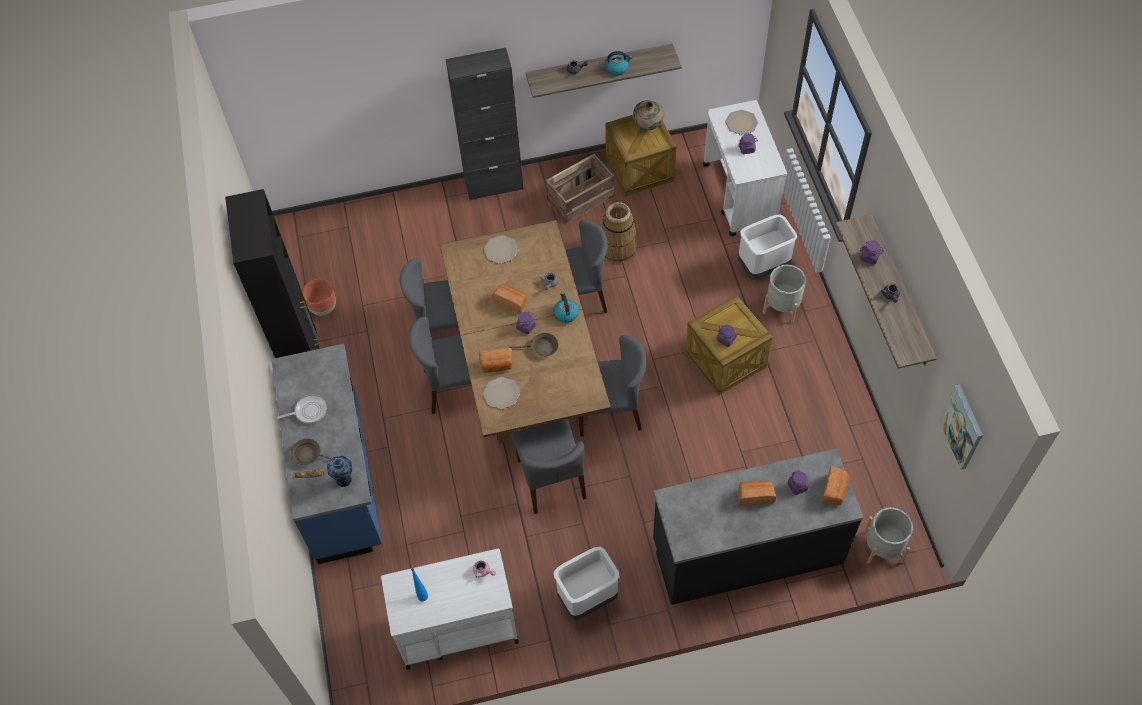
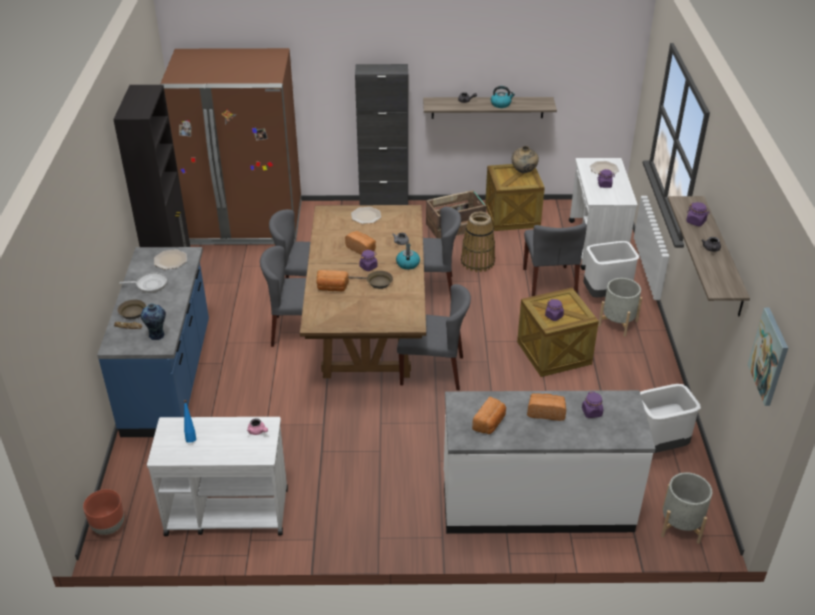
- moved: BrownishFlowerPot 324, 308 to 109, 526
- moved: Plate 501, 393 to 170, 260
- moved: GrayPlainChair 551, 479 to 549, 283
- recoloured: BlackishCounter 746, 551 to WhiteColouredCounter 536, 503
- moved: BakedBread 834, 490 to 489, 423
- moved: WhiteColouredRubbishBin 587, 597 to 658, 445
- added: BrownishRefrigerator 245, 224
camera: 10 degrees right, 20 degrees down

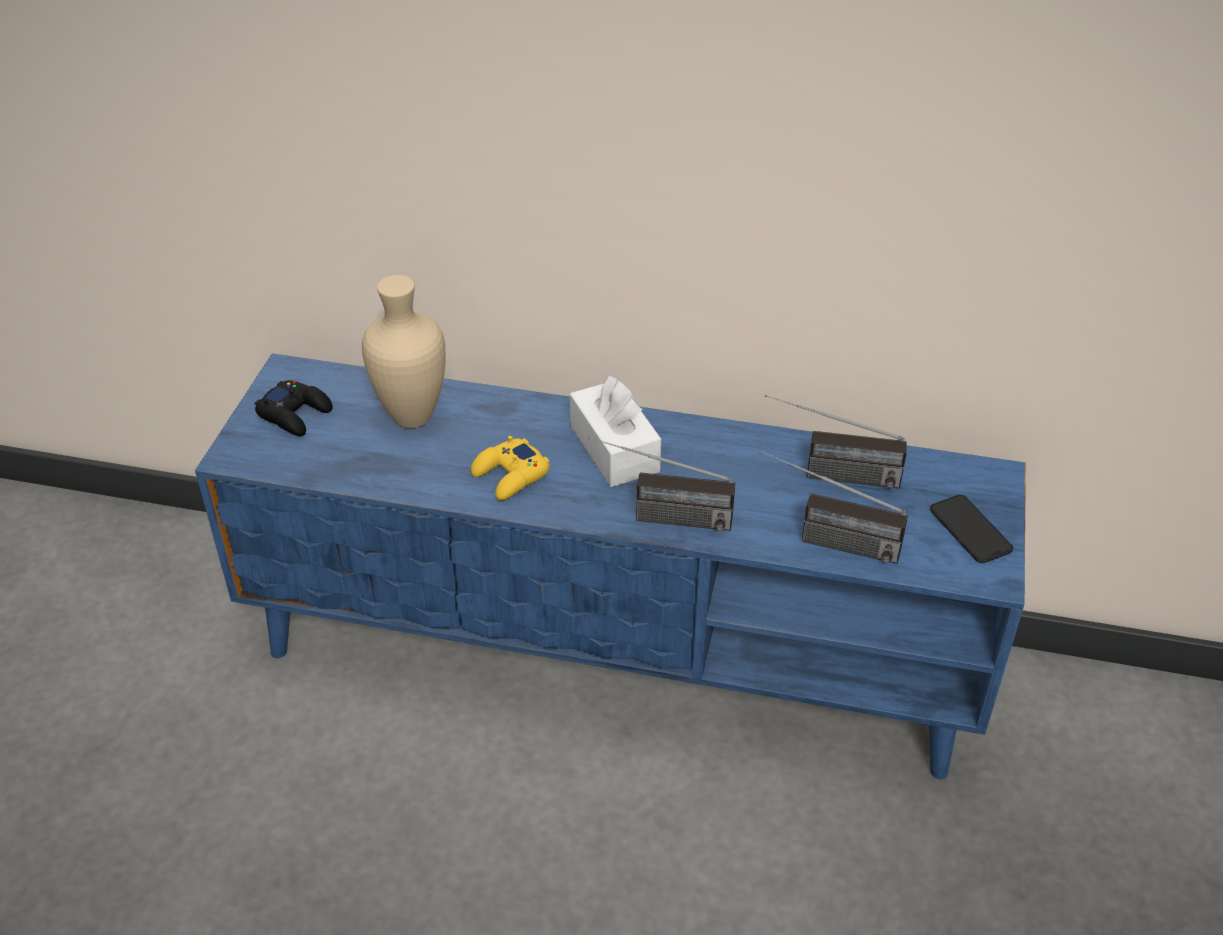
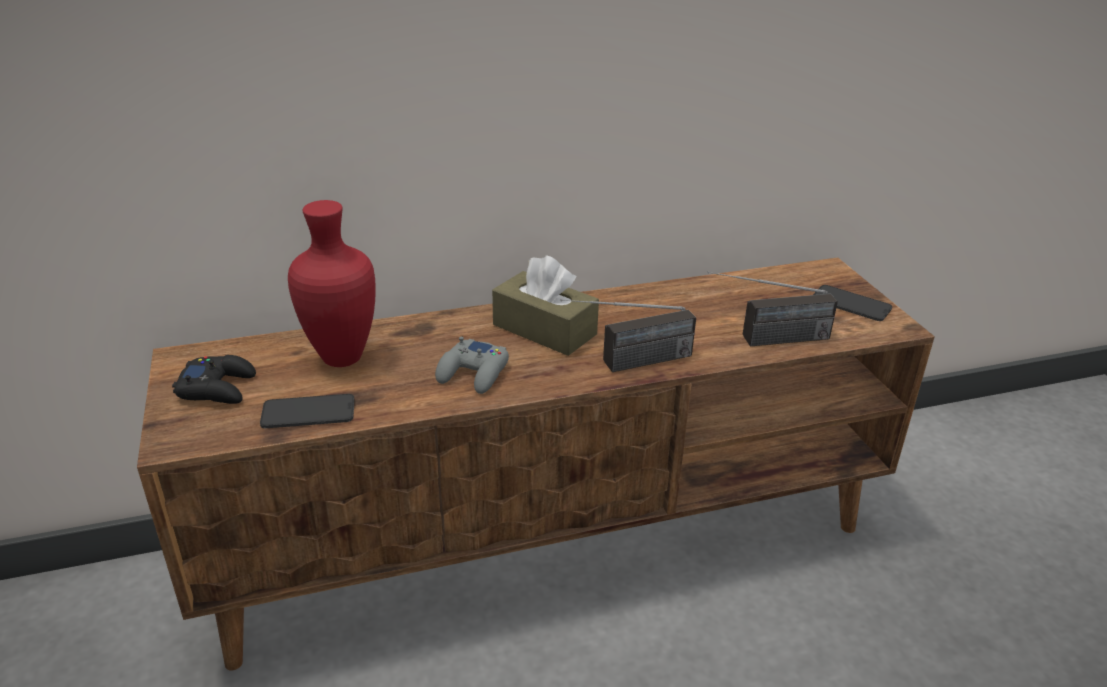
- recoloured: BeigeColouredDecorativeVase 410, 418 to RedDecorativeVase 340, 359
- recoloured: BluishTvUnit 615, 654 to BrownishTvUnit 551, 540
- recoloured: WhiteColouredBoxOfTissues 614, 449 to BrownishBoxOfTissues 544, 329
- removed: RadioReceiver 828, 474
- recoloured: YellowishJoypad 510, 476 to GrayJoypad 474, 373
- added: Handset 308, 412
camera: 30 degrees left, 10 degrees down

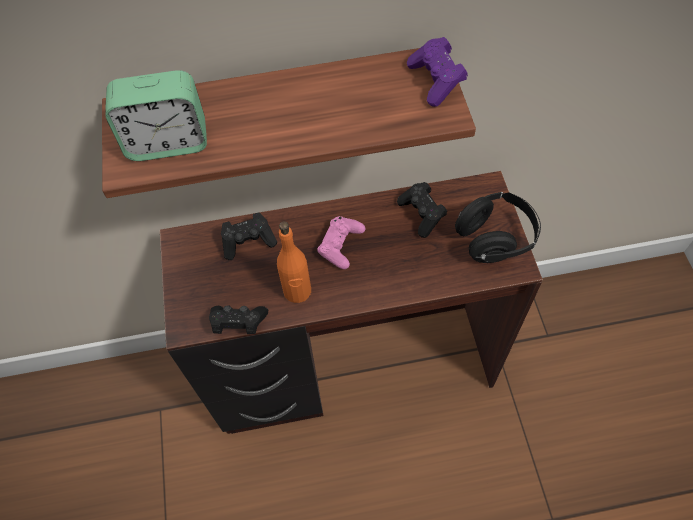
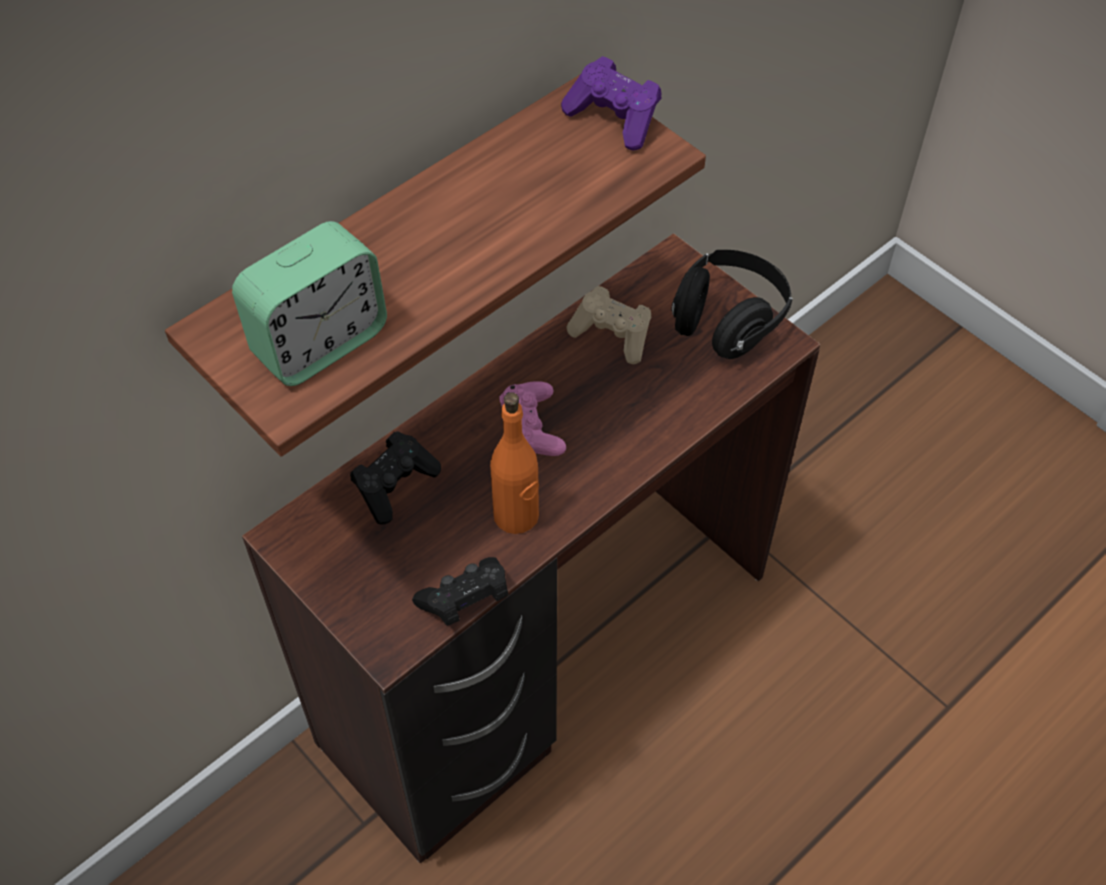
- recoloured: BlackishJoypad 422, 214 to BeigeColouredJoypad 612, 335
camera: 35 degrees left, 5 degrees down

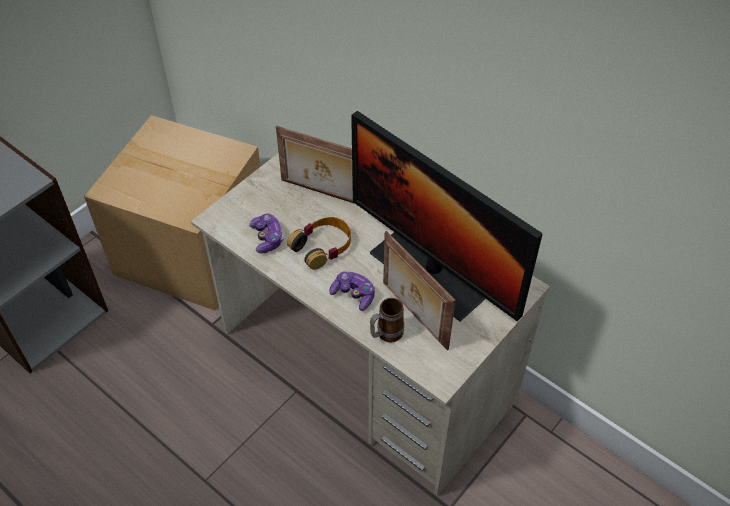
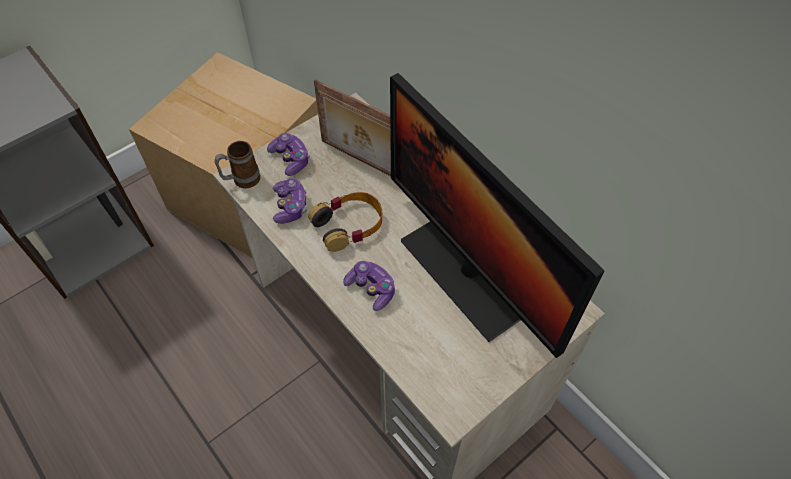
- removed: PictureFrame 413, 316
- moved: TeaMug 385, 335 to 241, 180
- added: Joypad 290, 159
camera: 10 degrees right, 5 degrees up

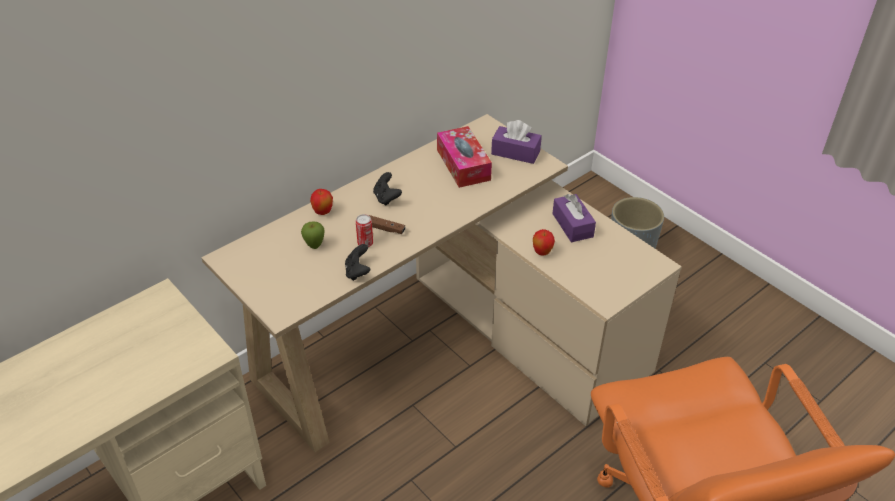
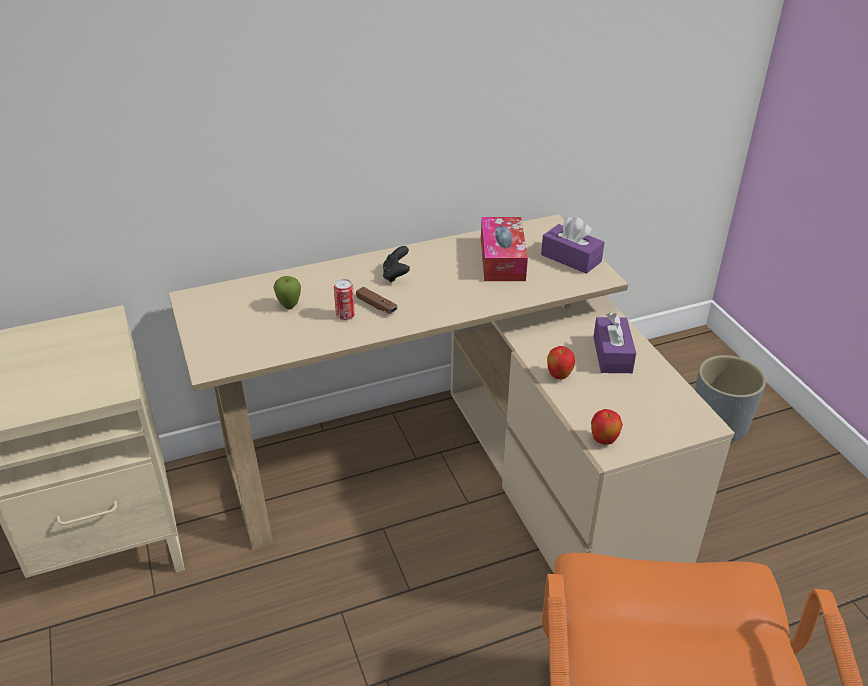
- moved: Apple 323, 212 to 603, 441
- removed: BlackishJoypad 358, 272
camera: 20 degrees right, 5 degrees down

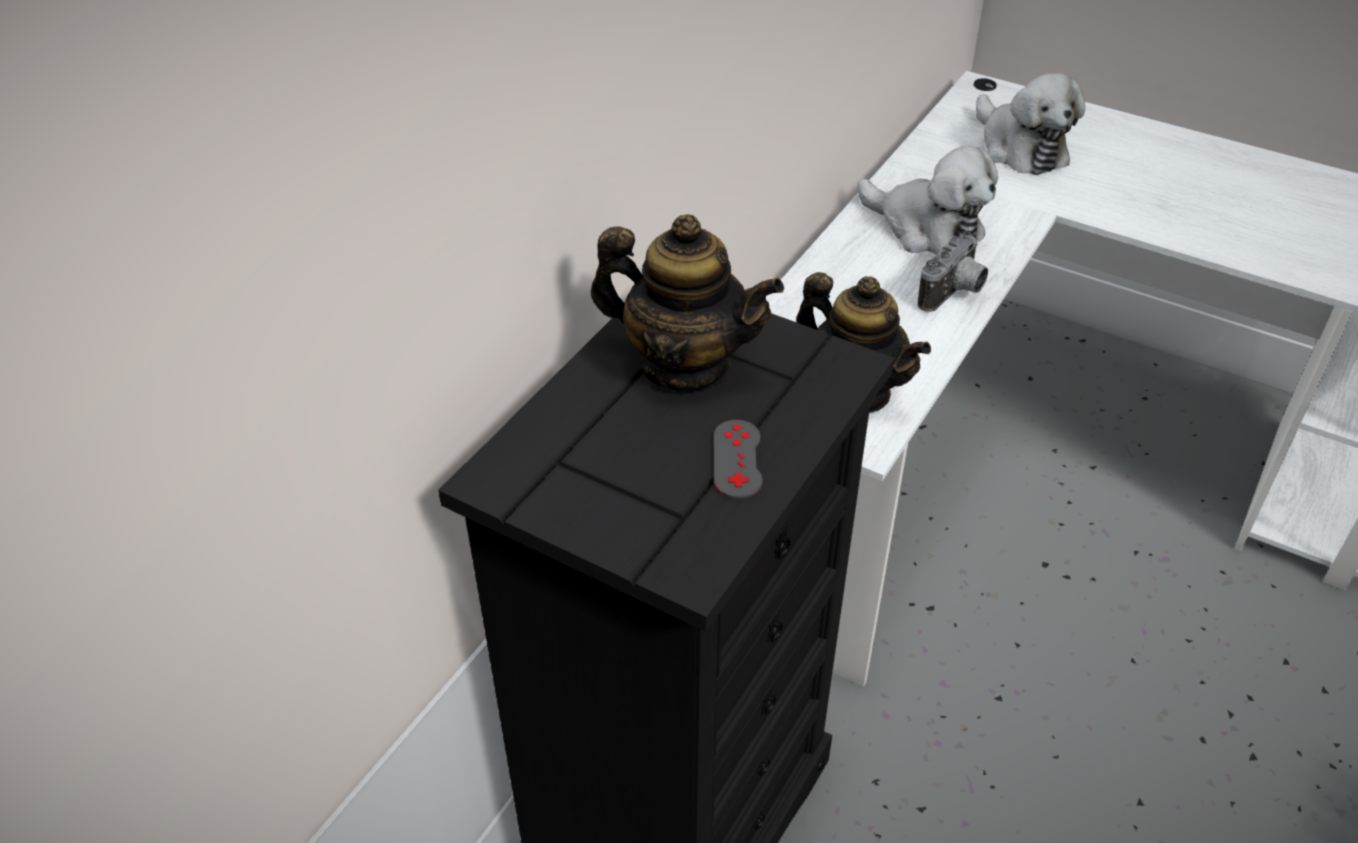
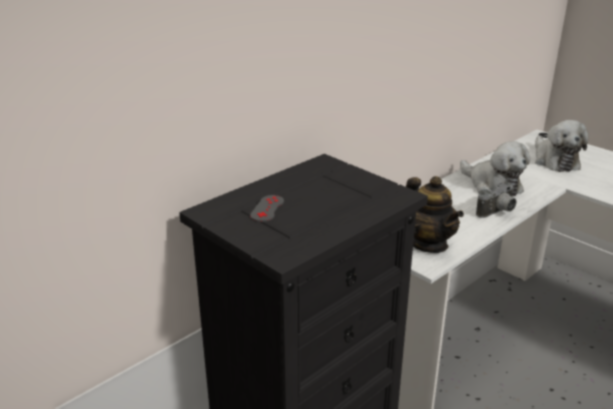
- removed: Teapot 684, 365
- moved: GrayJoypad 737, 459 to 267, 208
camera: 15 degrees right, 15 degrees down

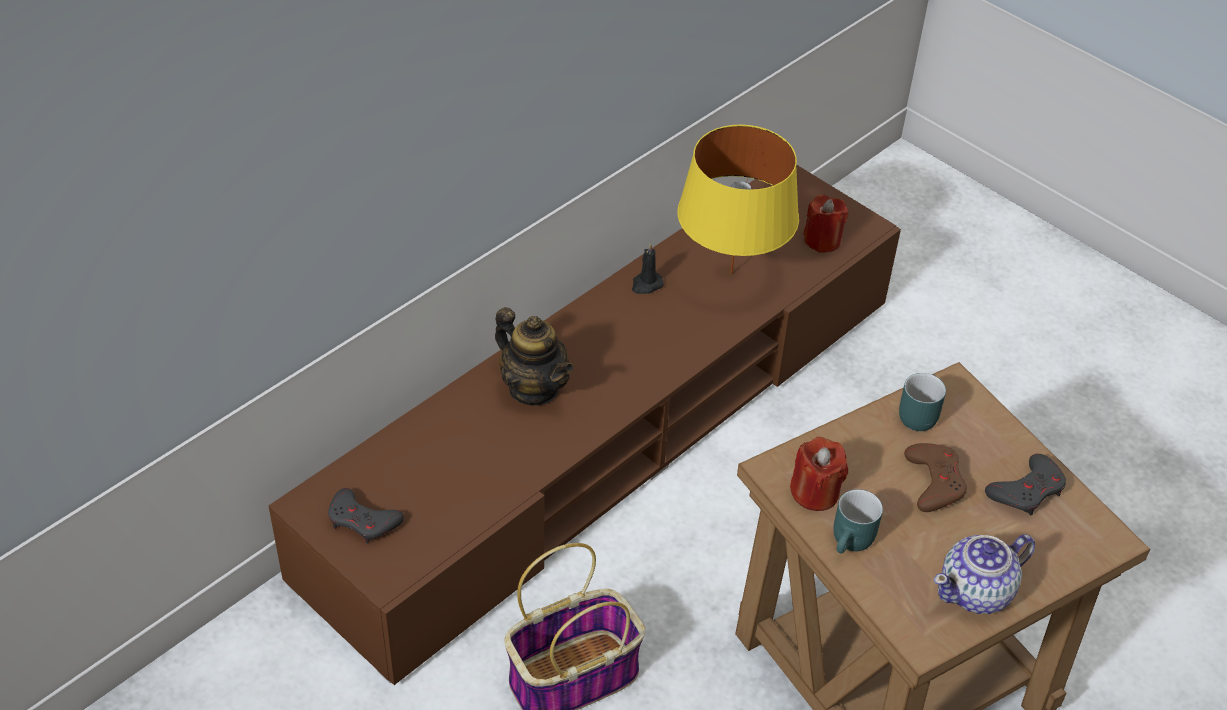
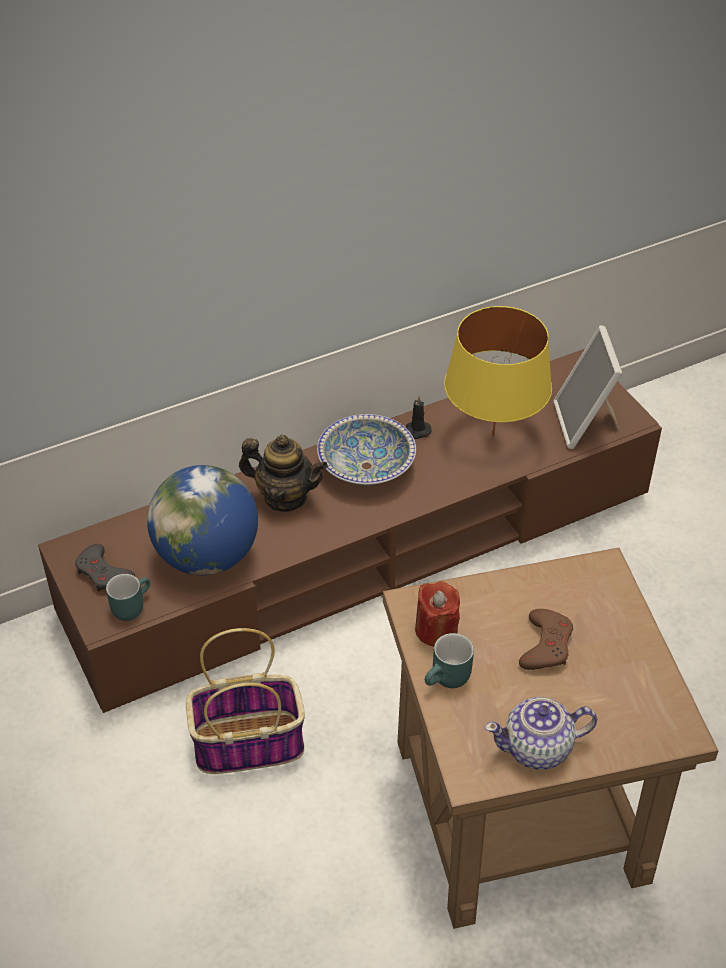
- replaced: RedCandle 822, 240 to PictureFrame 586, 424
- turned: Teapot 534, 388 = 285, 497 45 degrees counterclockwise
- moved: BlueGreenTeaMug 916, 413 to 130, 605
- removed: GrayJoypad 1027, 490
- added: Bowl 366, 466
- added: WorldGlobe 207, 556
camera: 20 degrees right, 0 degrees up

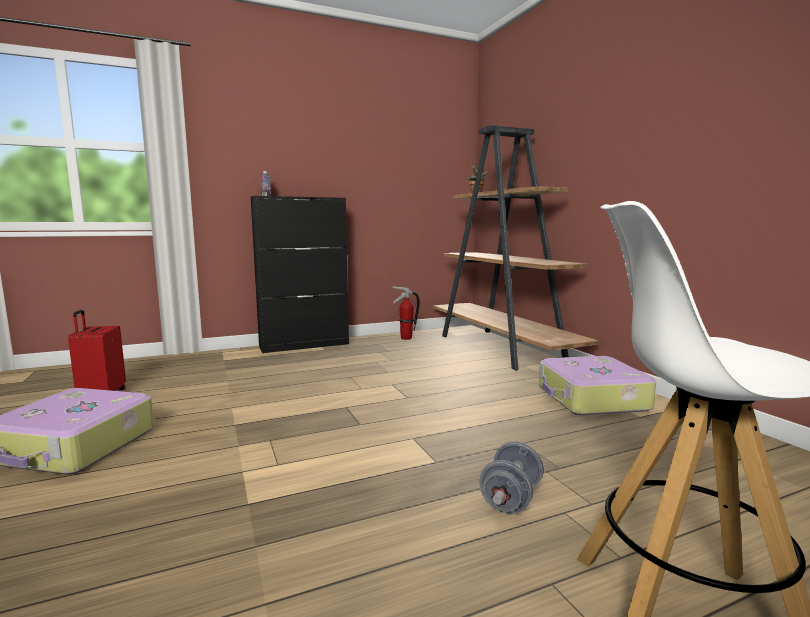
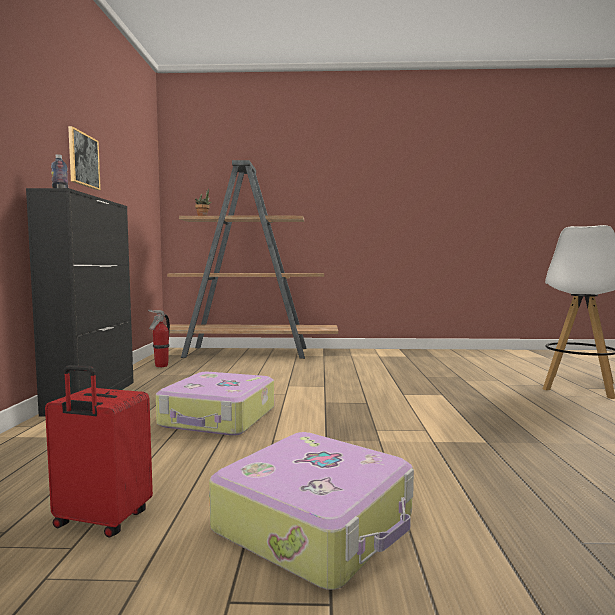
- moved: TravelCase 591, 398 to 218, 418
- removed: GrayFreeWeight 510, 499
- added: WallArt 83, 160
camera: 65 degrees left, 5 degrees down

